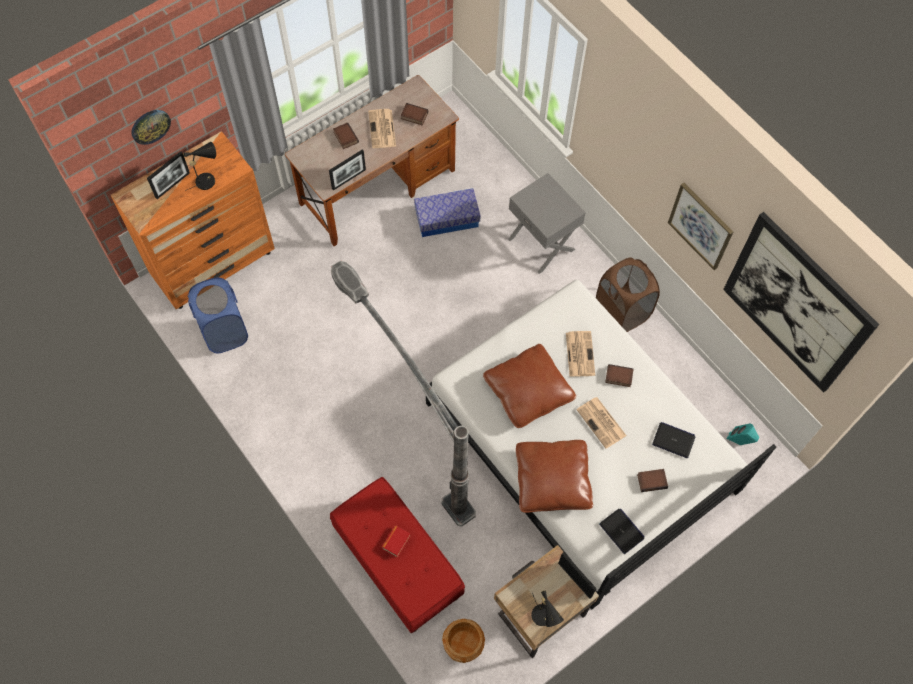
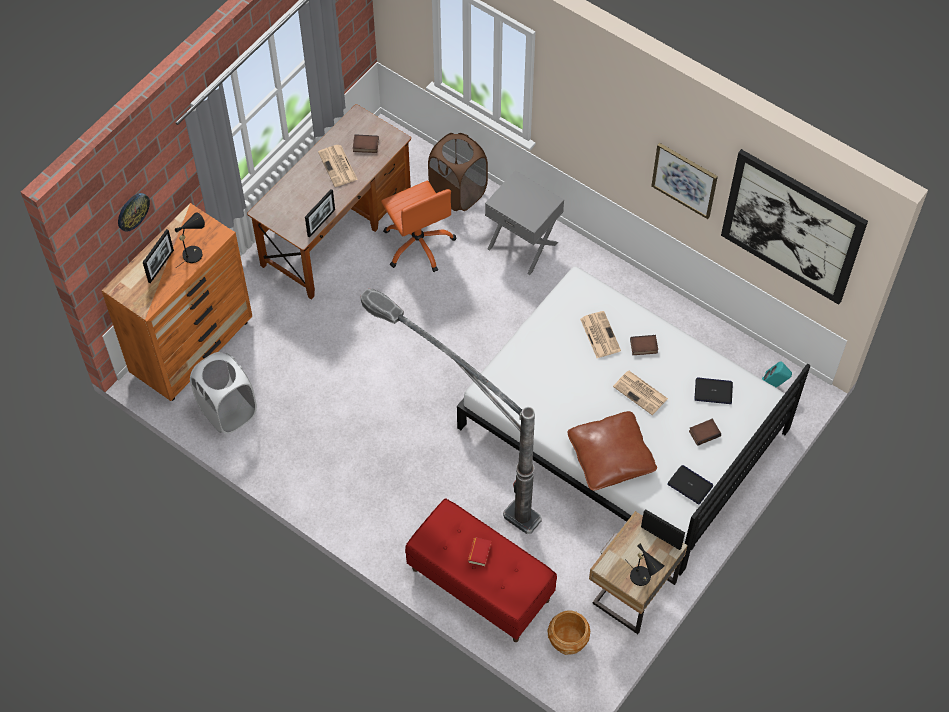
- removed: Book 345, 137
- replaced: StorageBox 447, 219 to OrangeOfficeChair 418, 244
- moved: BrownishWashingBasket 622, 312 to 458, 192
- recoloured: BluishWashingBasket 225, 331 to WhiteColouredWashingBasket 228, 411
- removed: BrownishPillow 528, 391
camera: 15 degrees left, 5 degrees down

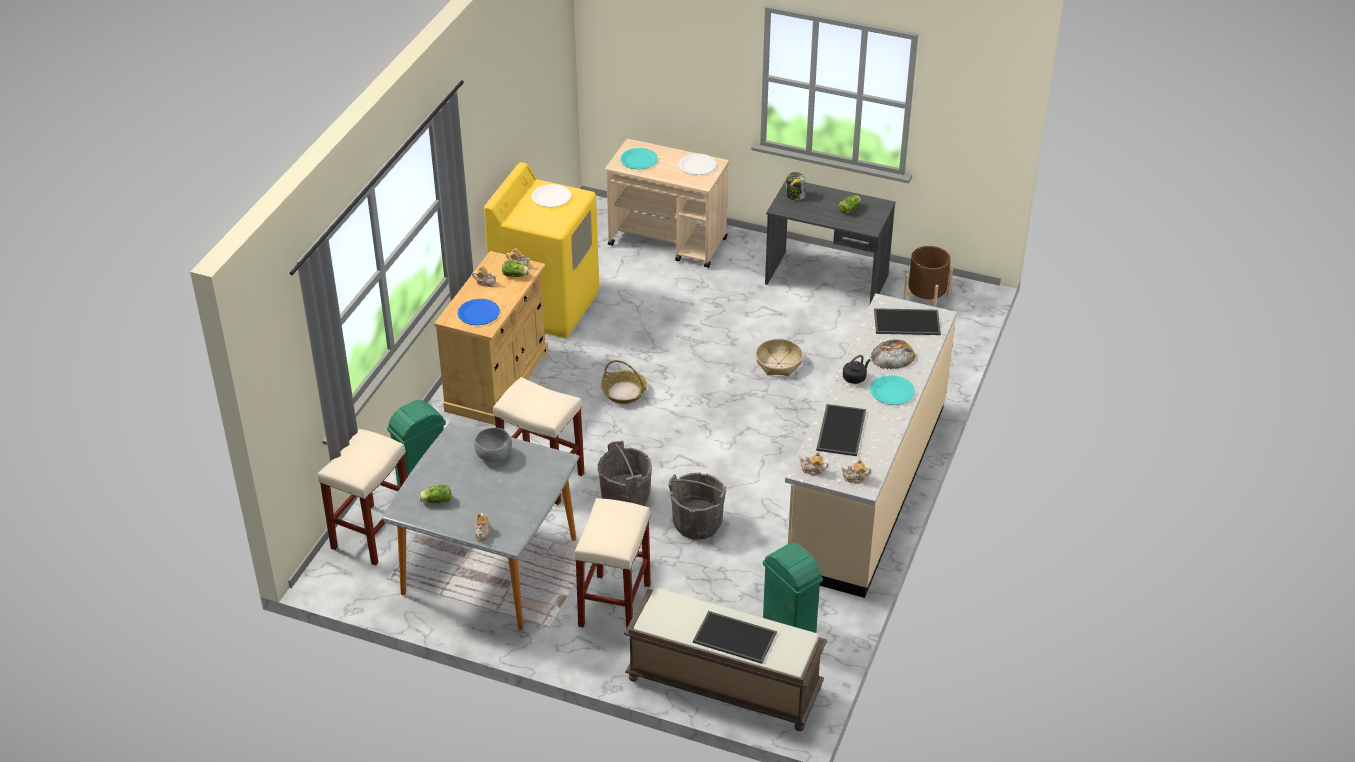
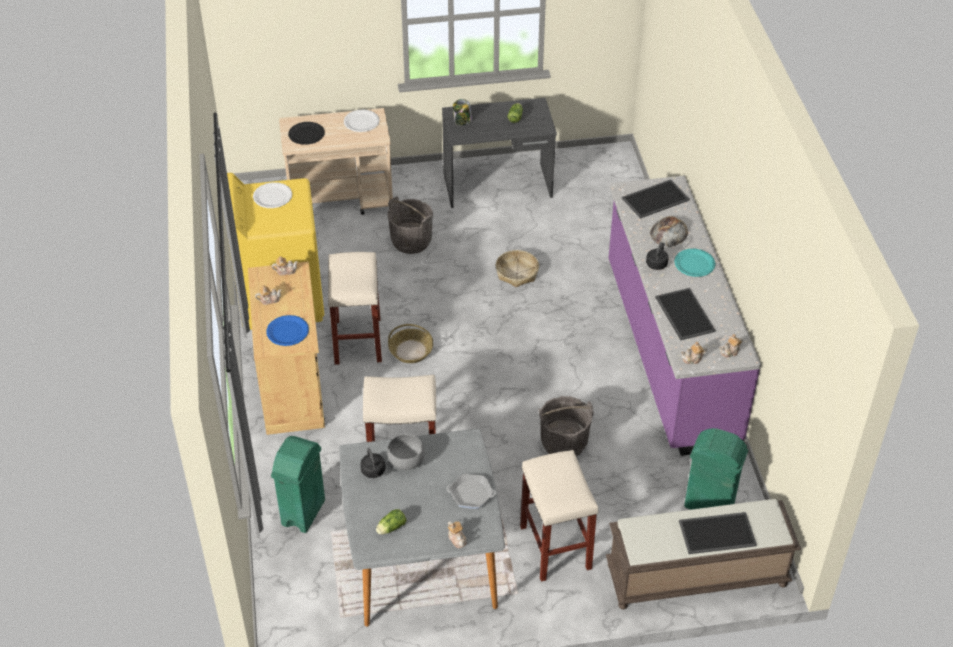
- recoloured: BlueGreenPlate 638, 160 to BlackishPlate 306, 134
- removed: BrownishFlowerPot 926, 299
- removed: LettuceHead 516, 275
- recoloured: BeigeColouredCounter 866, 487 to PurplishCounter 668, 352
- moved: BeigeColouredStoolSeat 372, 533 to 357, 340
- moved: GrayPail 625, 497 to 411, 241
- added: BlackishWaterKettle 373, 472
- added: FryingPan 471, 494
camera: 30 degrees left, 5 degrees up

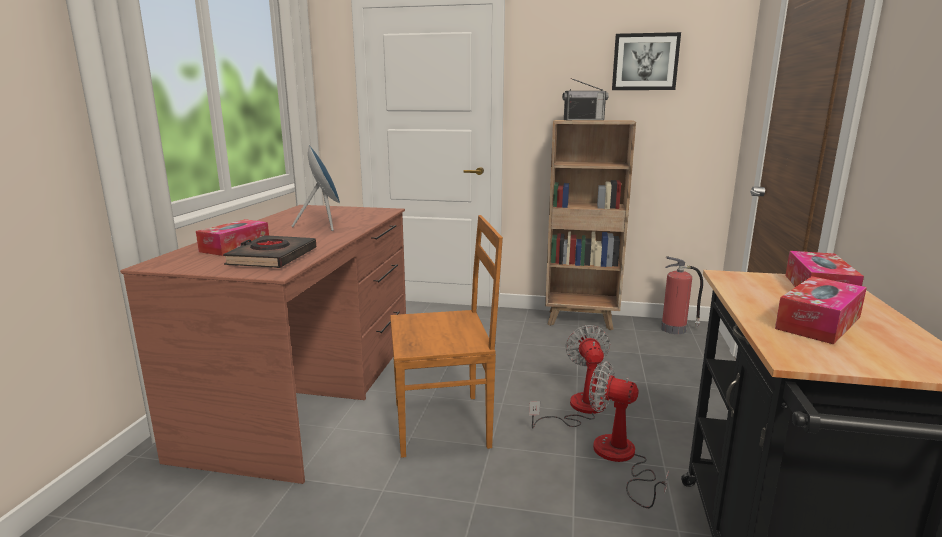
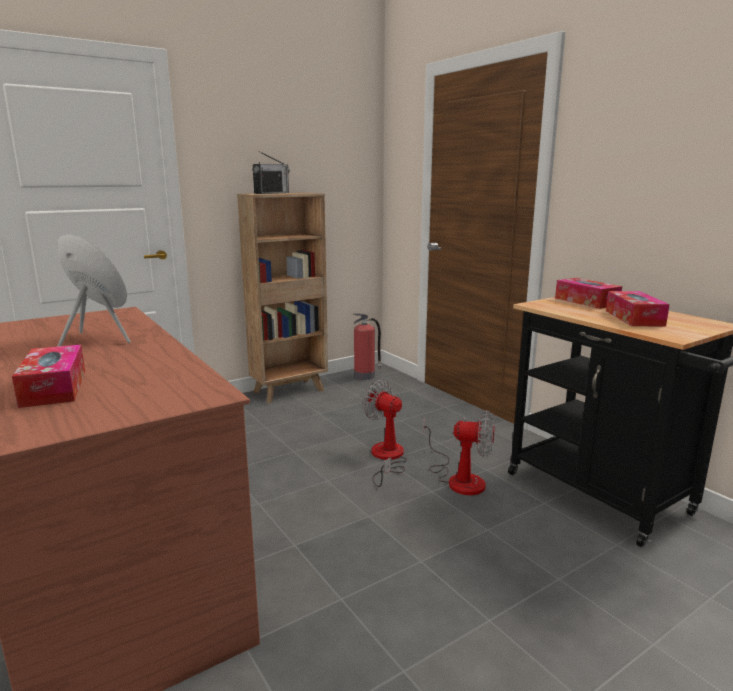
- removed: WallArt 645, 62
- removed: BrownishPlainChair 445, 424
- removed: BlackishBook 272, 257
- turned: Fan 620, 459 = 459, 478 150 degrees counterclockwise
camera: 45 degrees left, 0 degrees up

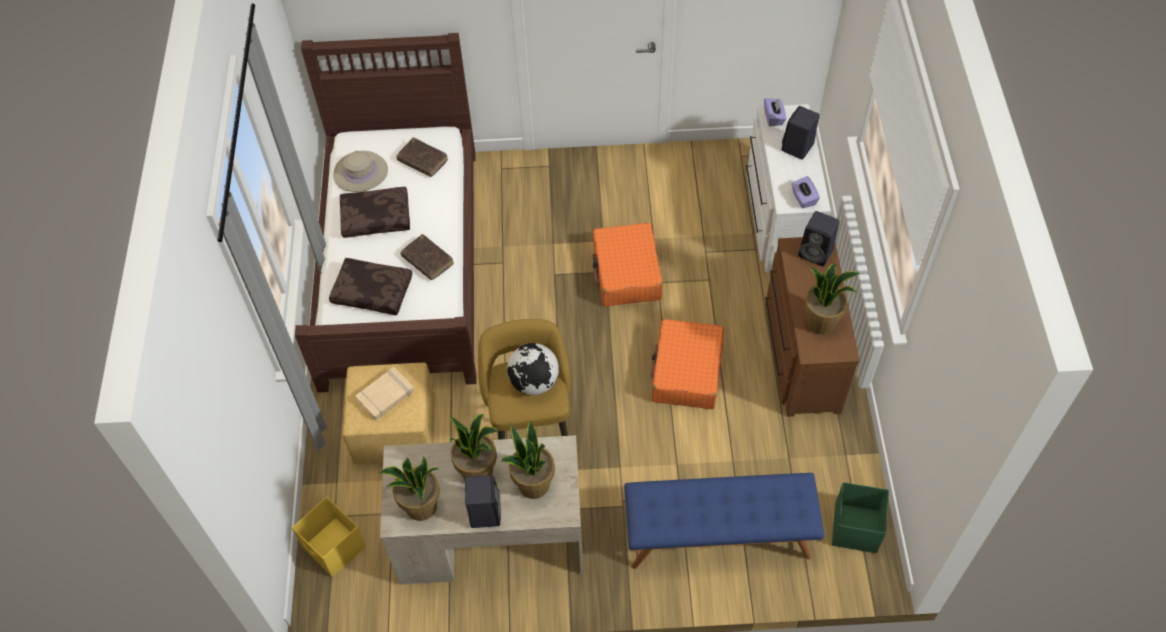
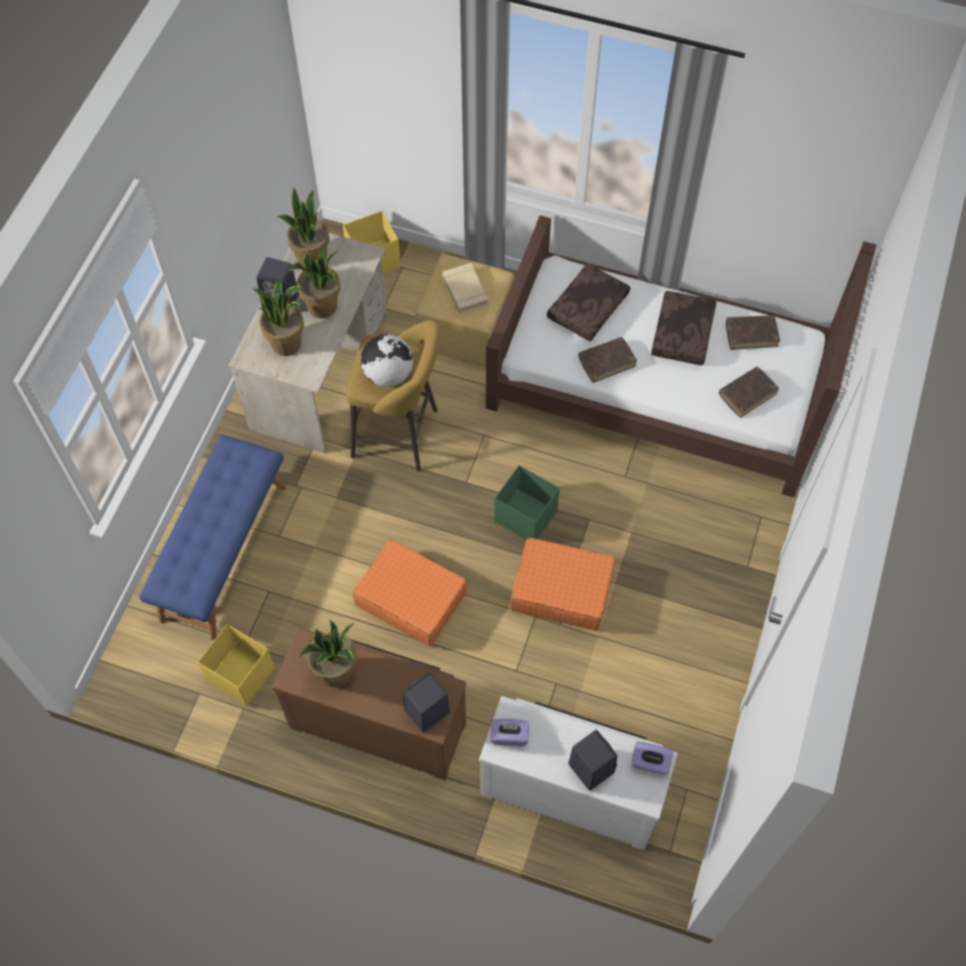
- replaced: BeigeColouredWearableHat 360, 173 to BrownishBook 751, 335
- moved: GreenColouredStorageBox 855, 529 to 525, 515
- added: YellowishStorageBox 240, 673
camera: 110 degrees right, 5 degrees up

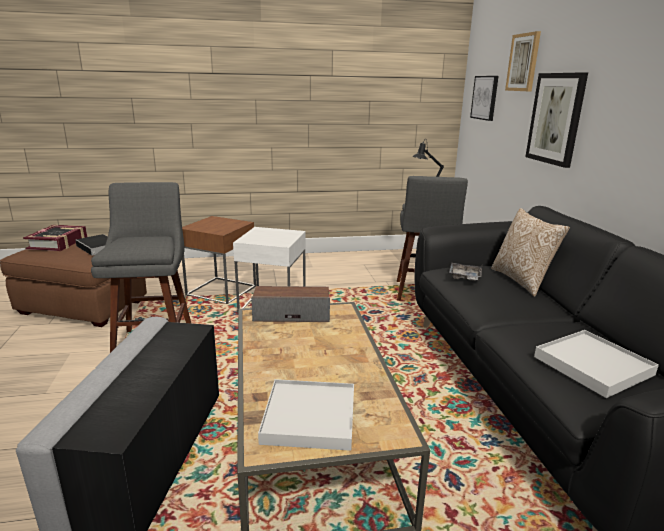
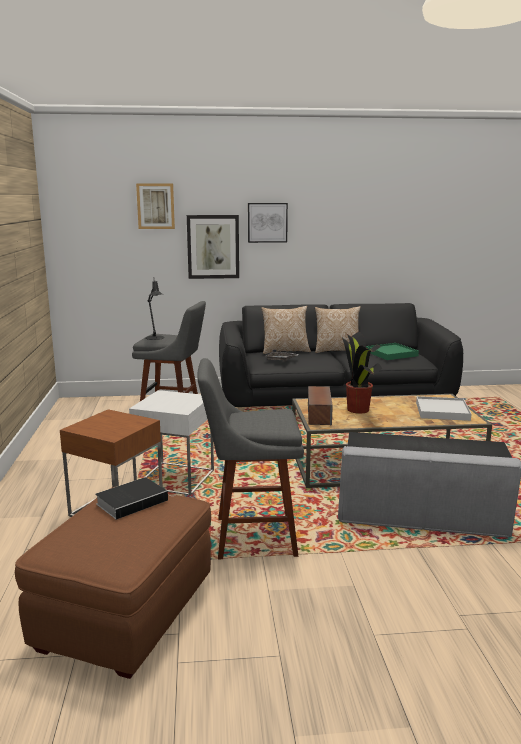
- moved: WallArt 485, 97 to 267, 222
- removed: Book 58, 243
- recoloured: WhiteColouredCarryingTray 592, 366 to GreenColouredCarryingTray 391, 354
- added: Pillow 337, 350
- added: PlantInAPot 358, 410
camera: 85 degrees left, 5 degrees down

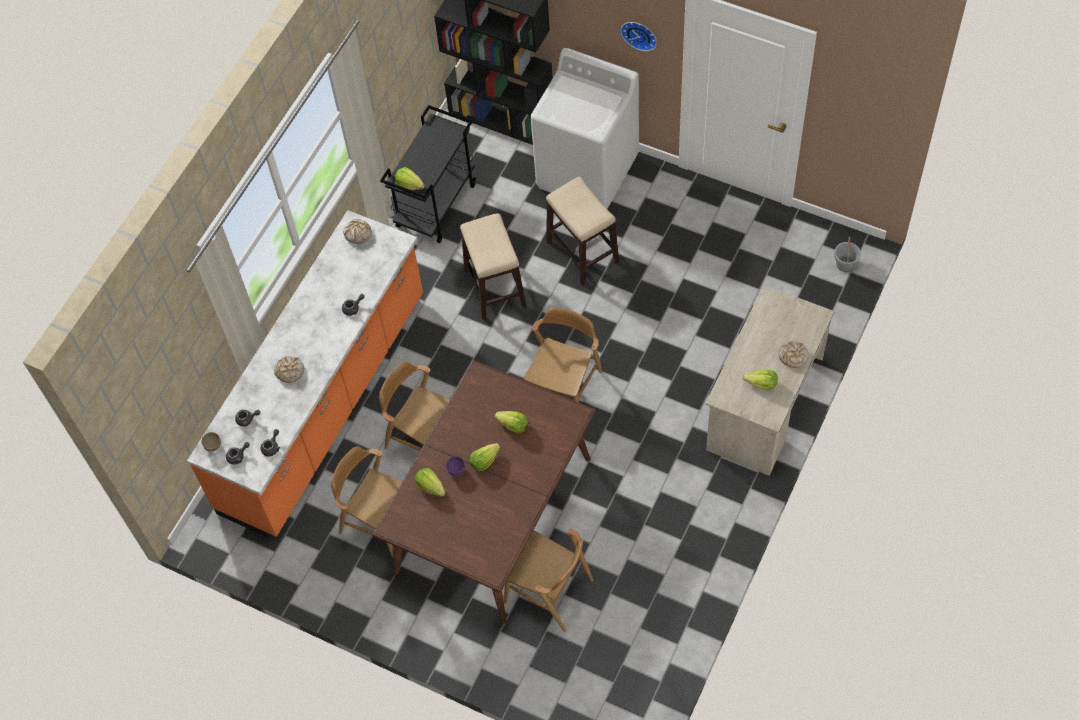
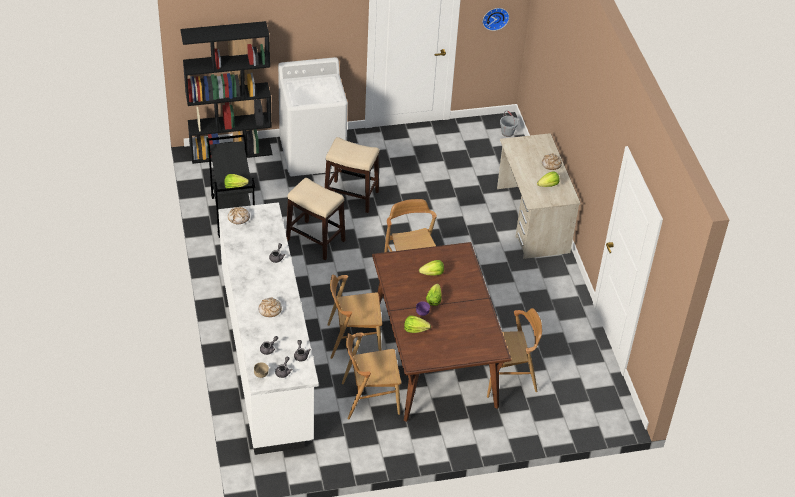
- moved: WallClock 640, 34 to 495, 18
- recoloured: OrangeCounter 325, 404 to WhiteColouredCounter 267, 355
camera: 45 degrees left, 15 degrees down

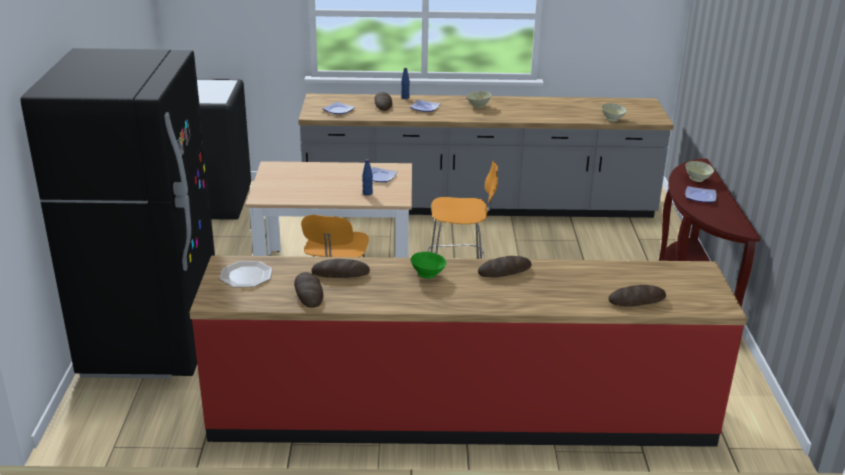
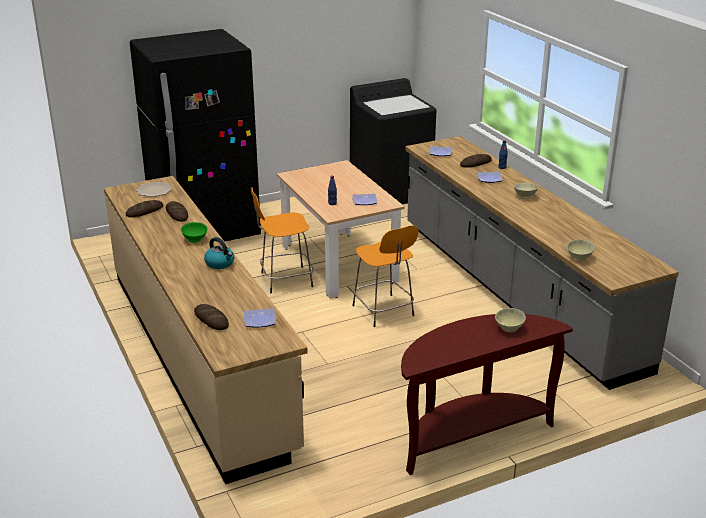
- moved: Plate 699, 197 to 259, 320
- recoloured: RedCounter 461, 411 to BeigeColouredCounter 199, 356
- replaced: BakedBread 504, 270 to WaterKettle 220, 263
camera: 65 degrees right, 0 degrees up

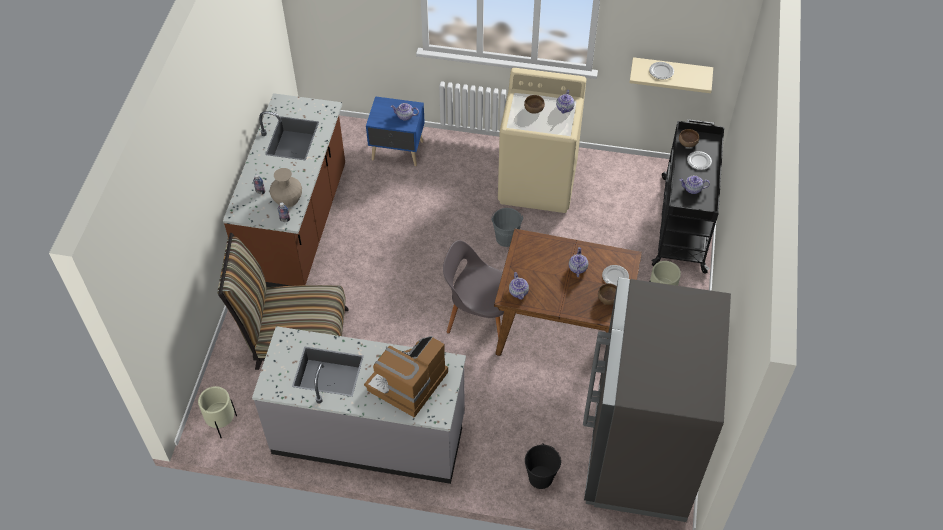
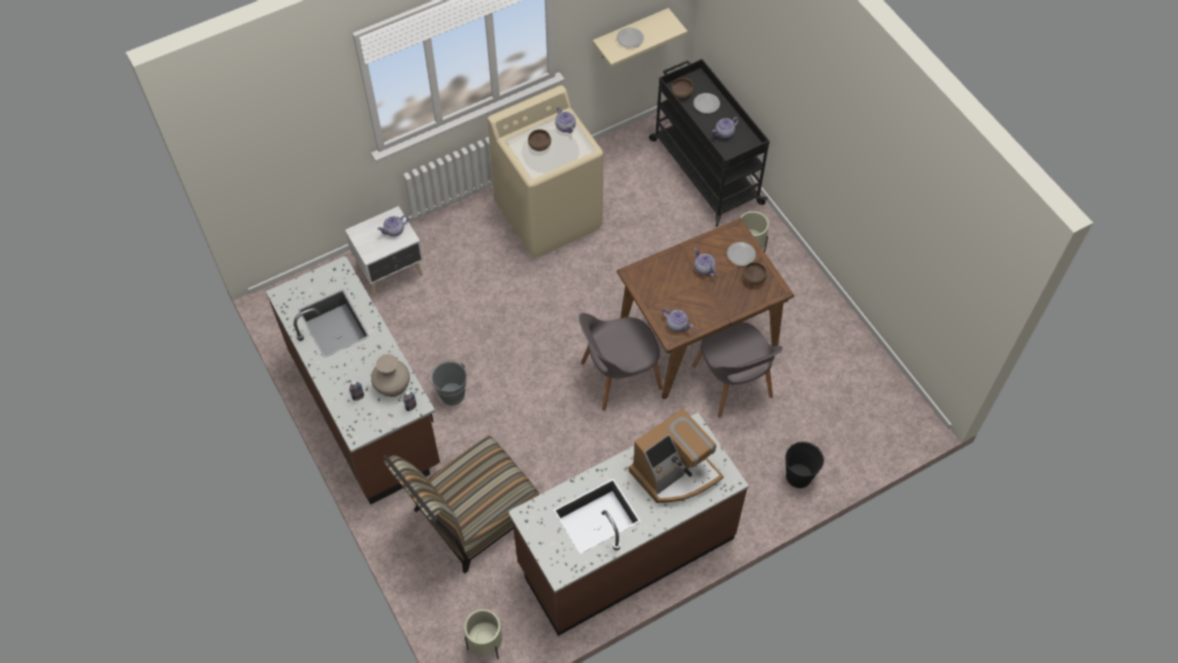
- recoloured: BluishNightTable 398, 151 to WhiteColouredNightTable 391, 272
- moved: GrayPail 506, 236 to 450, 392
- removed: GrayRefrigerator 639, 453
- recoloured: GrayCounter 369, 434 to BrownishCounter 625, 551
- turned: CoffeeMaker 408, 383 = 675, 473 120 degrees counterclockwise
- added: GrayPlainChair 732, 384
camera: 40 degrees left, 5 degrees up

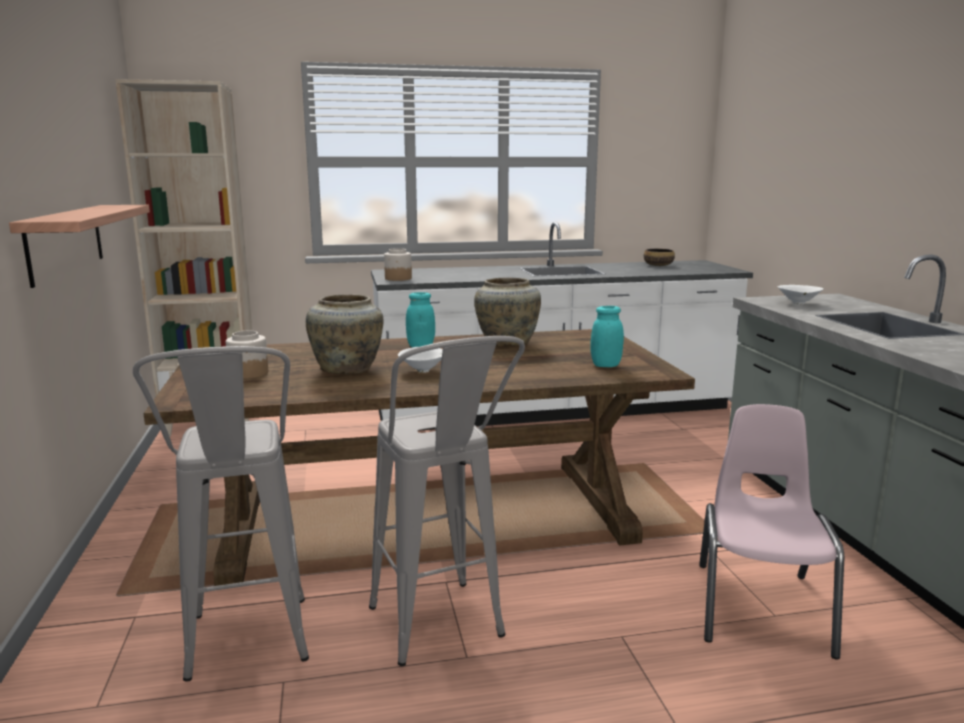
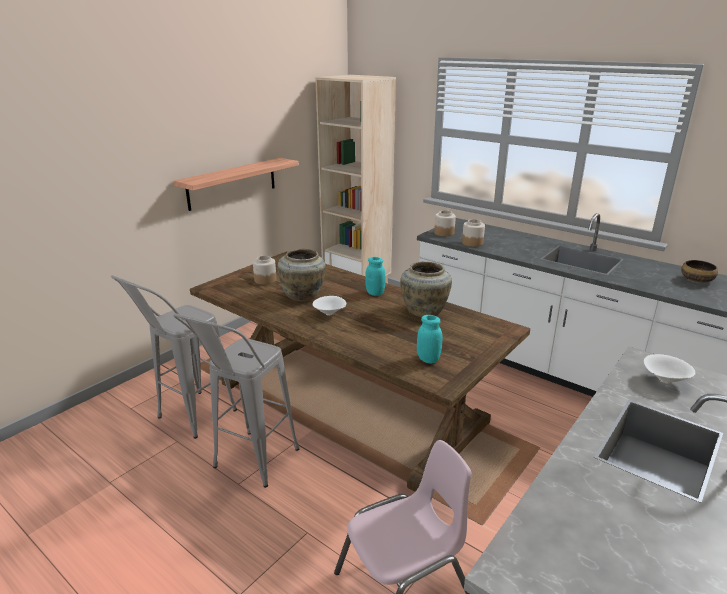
- added: StorageJar 472, 243
camera: 50 degrees right, 10 degrees up

